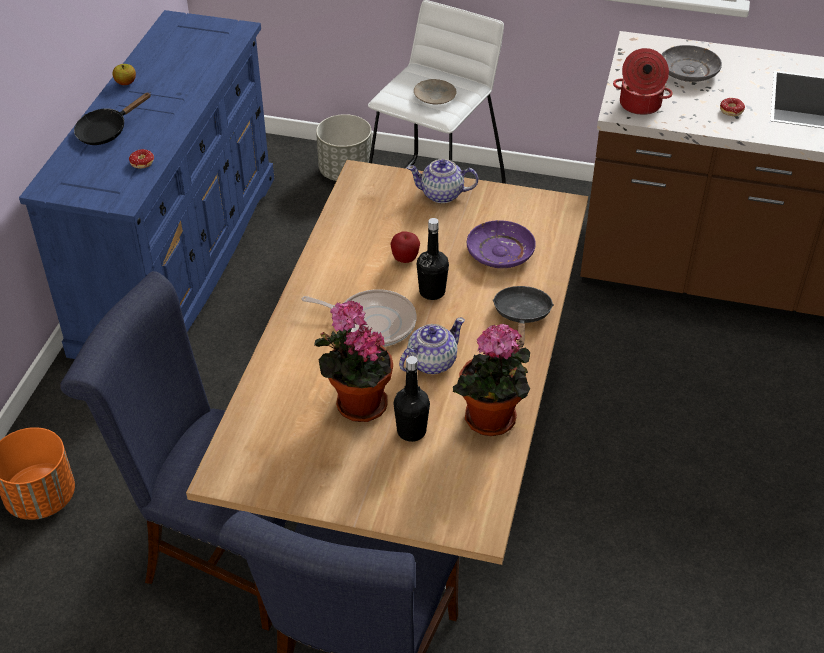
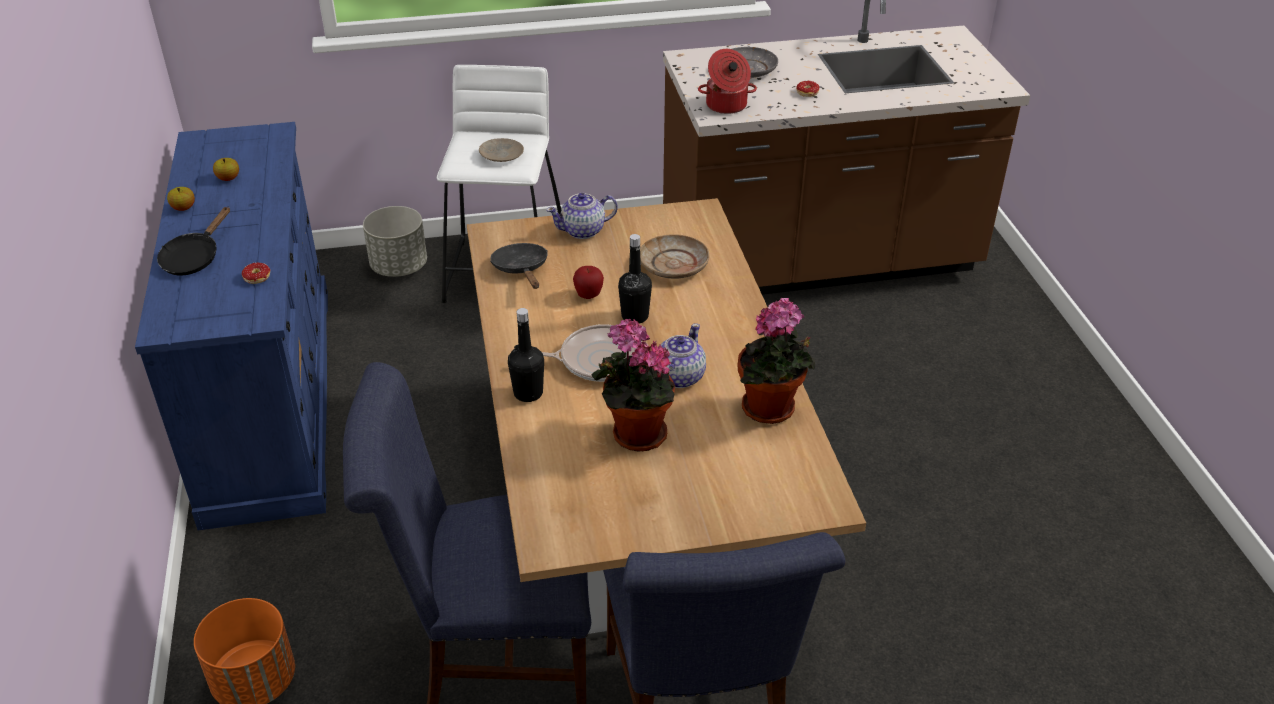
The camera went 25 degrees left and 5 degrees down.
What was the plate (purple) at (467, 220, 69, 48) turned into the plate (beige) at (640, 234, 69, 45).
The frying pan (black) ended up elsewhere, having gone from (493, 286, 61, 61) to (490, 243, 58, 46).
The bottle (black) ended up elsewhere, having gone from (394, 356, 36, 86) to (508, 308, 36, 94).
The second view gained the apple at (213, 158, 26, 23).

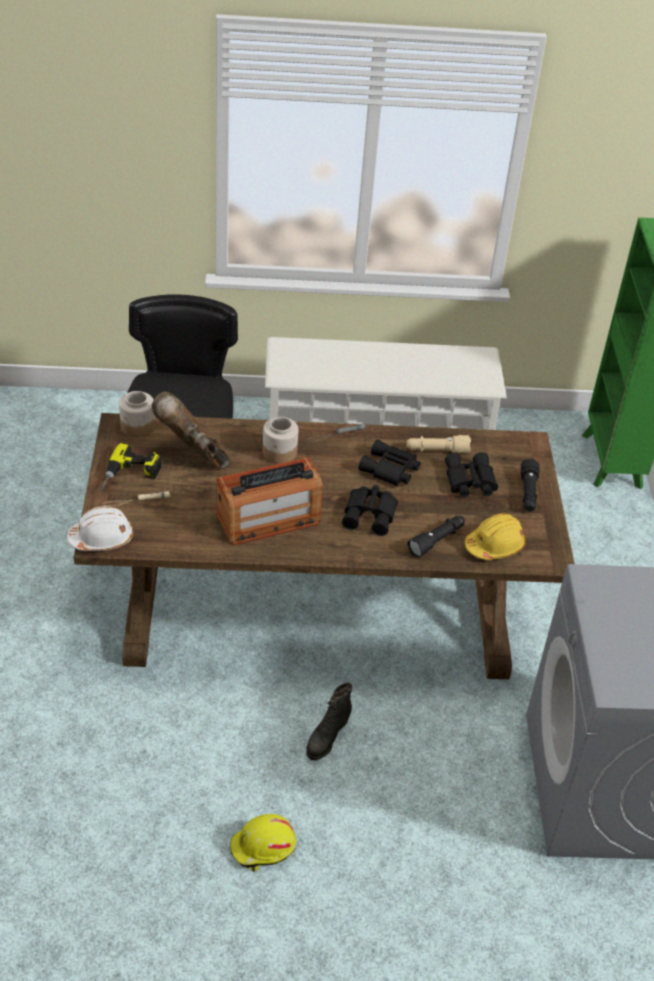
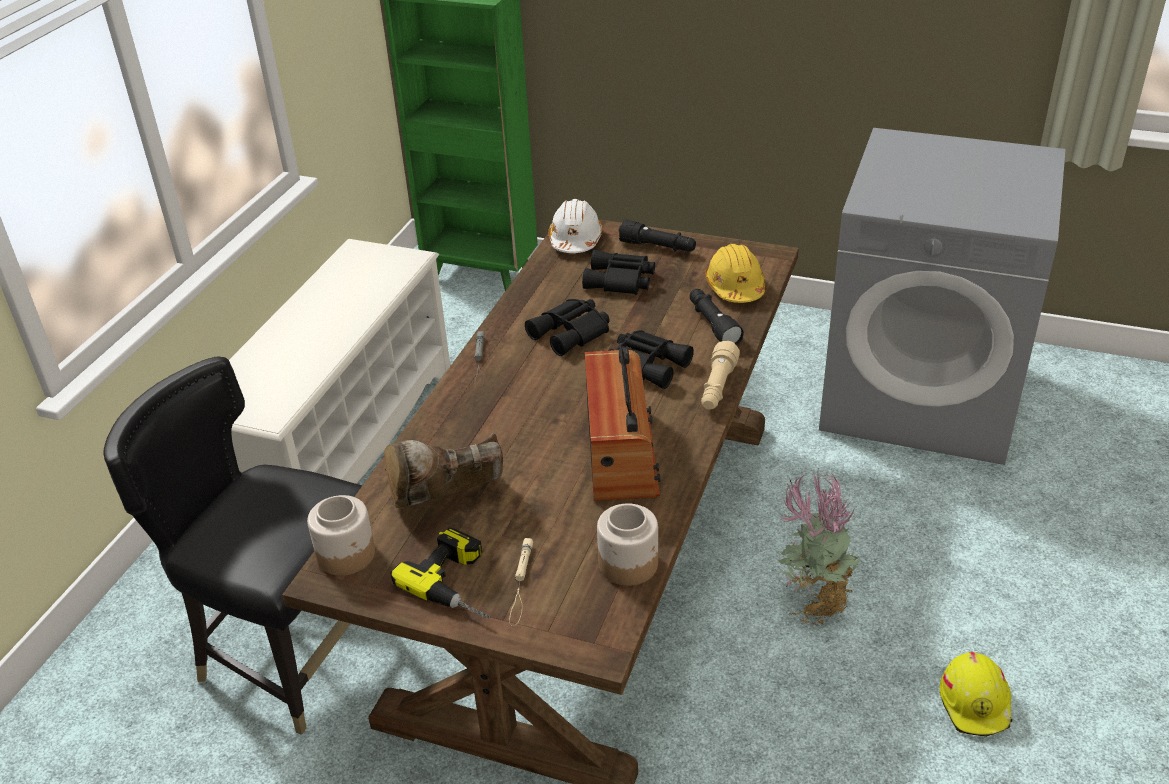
The camera went 65 degrees left and 5 degrees down.
The jar ended up elsewhere, having gone from (263, 417, 35, 47) to (597, 503, 61, 83).
The flashlight (beige) ended up elsewhere, having gone from (406, 435, 65, 18) to (701, 341, 39, 69).
The hard hat (white) ended up elsewhere, having gone from (67, 506, 66, 45) to (548, 199, 54, 54).
Where the boot (black) stood at (306, 682, 46, 78), the potted plant came to stand at (778, 472, 84, 153).

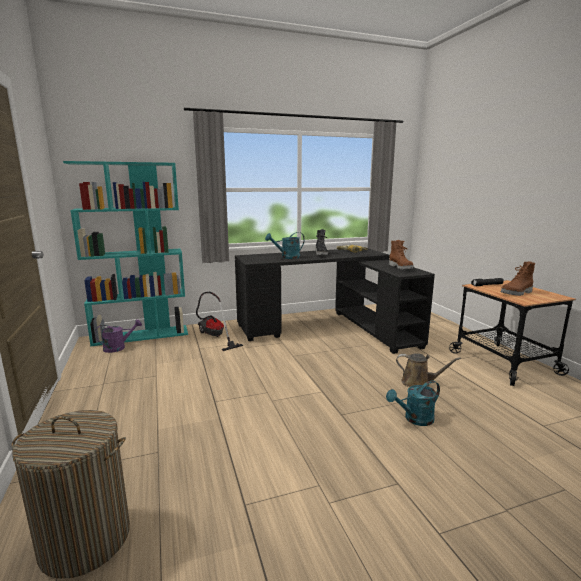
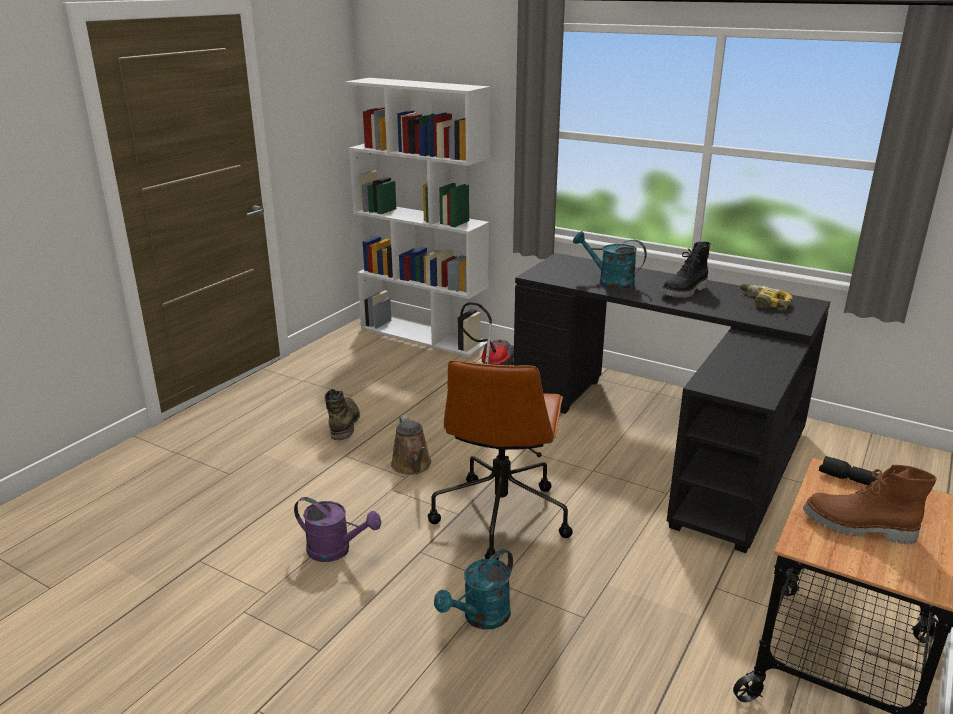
The camera went 50 degrees right and 10 degrees up.
What was the bookcase (turquoise) at (63, 161, 125, 186) turned into the bookcase (white) at (345, 78, 145, 279).
The second view lost the boot (brown) at (389, 240, 24, 29).
The watering can (purple) ended up elsewhere, having gone from (95, 319, 47, 34) to (294, 497, 87, 65).
The watering can (brown) ended up elsewhere, having gone from (396, 353, 65, 34) to (391, 415, 40, 60).
The watering can (turquoise) at (386, 380, 54, 46) ended up facing another way, 75 degrees counterclockwise from before.
The second view lost the laundry basket at (12, 410, 118, 169).
The second view gained the office chair (brown) at (428, 360, 145, 200).
The second view gained the boot (green) at (324, 389, 36, 51).

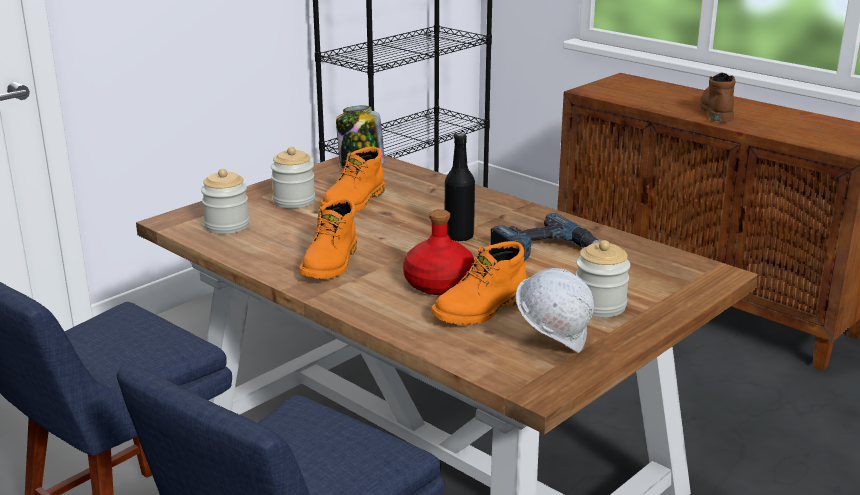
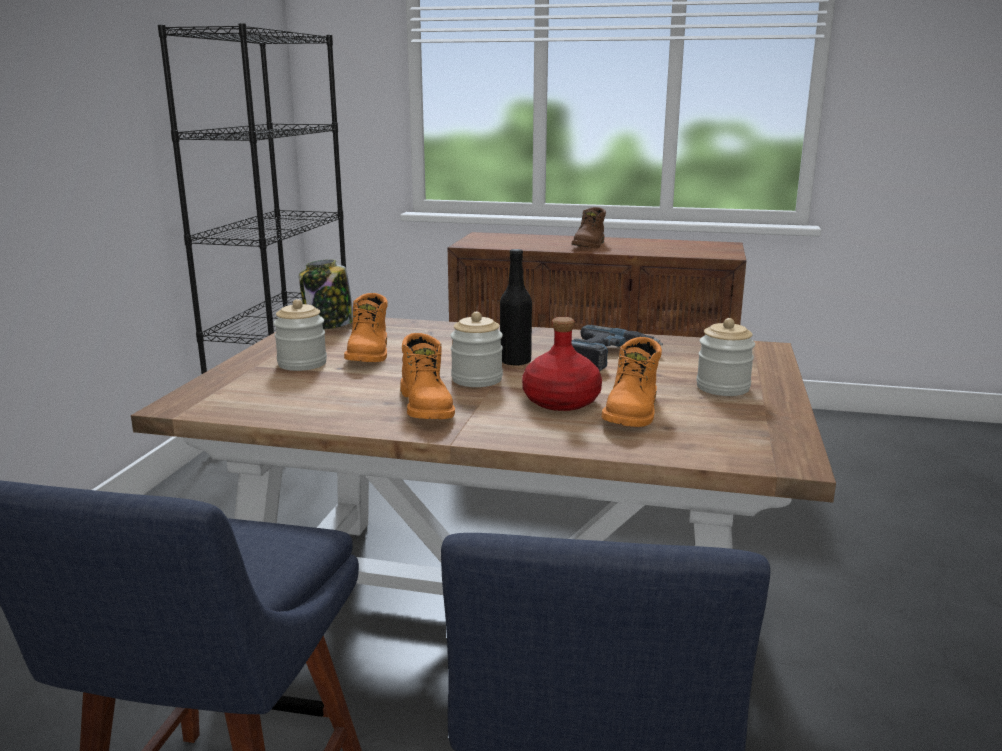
The camera went 30 degrees left and 5 degrees down.
The boot (brown) at (700, 73, 35, 49) ended up facing another way, 135 degrees counterclockwise from before.
The jar ended up elsewhere, having gone from (201, 169, 48, 65) to (450, 312, 53, 75).
The second view lost the hard hat (white) at (516, 268, 78, 85).

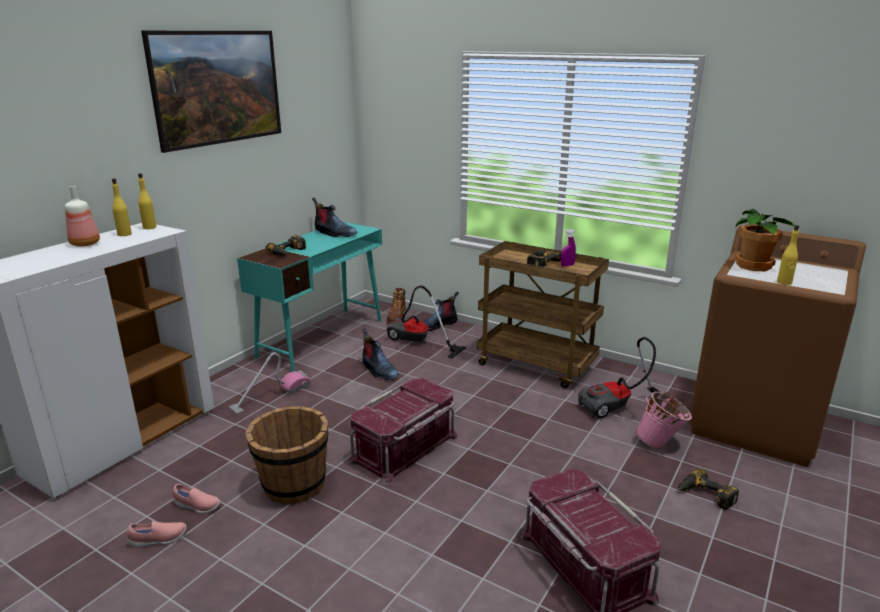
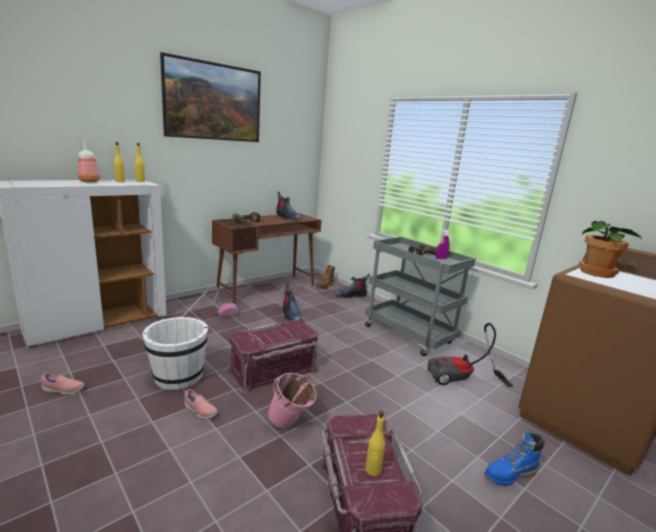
The camera went 15 degrees right and 5 degrees down.
What was the desk (turquoise) at (237, 222, 145, 150) turned into the desk (brown) at (212, 213, 110, 90).
The bottle (yellow) ended up elsewhere, having gone from (777, 225, 22, 60) to (365, 410, 20, 66).
What was the cart (brown) at (477, 241, 132, 147) turned into the cart (grey) at (365, 237, 111, 119).
The second view lost the vacuum cleaner at (386, 285, 80, 74).
The bucket (pink) ended up elsewhere, having gone from (635, 391, 57, 58) to (267, 373, 50, 56).
What was the bucket (brown) at (245, 406, 84, 98) turned into the bucket (white) at (142, 317, 66, 73).
Where the power drill stood at (678, 468, 61, 42), the boot (blue) came to stand at (484, 433, 61, 53).
The shoe (pink) ended up elsewhere, having gone from (172, 484, 49, 29) to (184, 389, 34, 30).

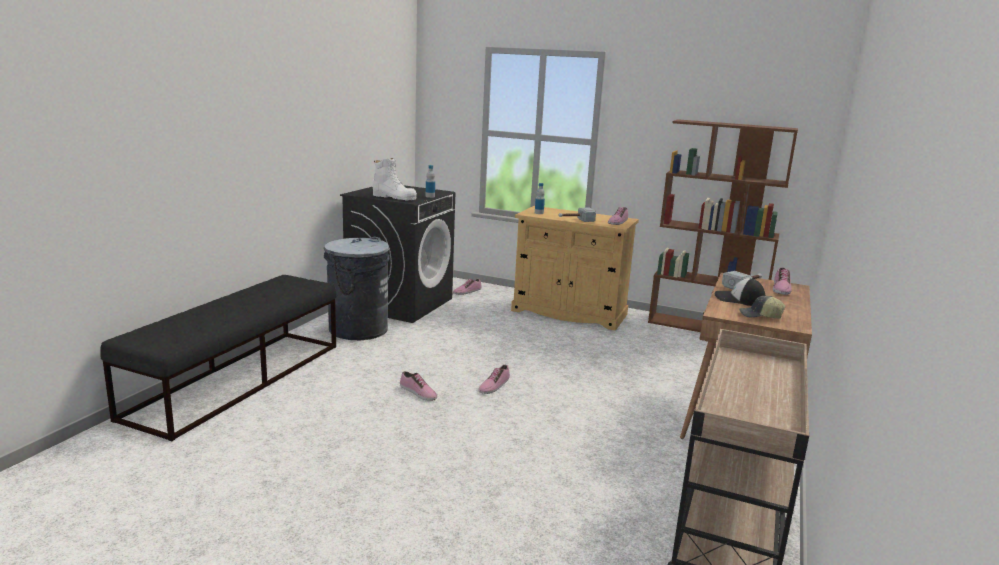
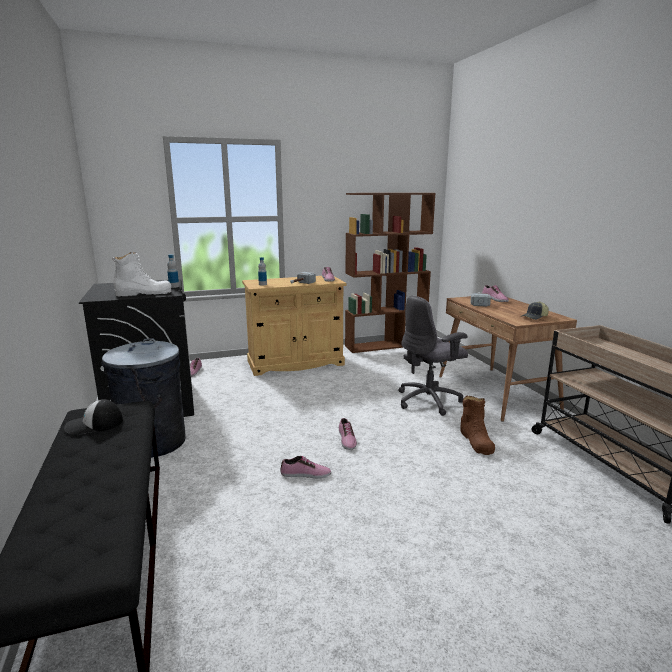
The camera went 40 degrees left and 0 degrees up.
The cap ended up elsewhere, having gone from (715, 278, 50, 28) to (64, 399, 59, 36).
The second view gained the office chair (grey) at (398, 296, 70, 120).
The second view gained the boot (brown) at (460, 396, 35, 59).

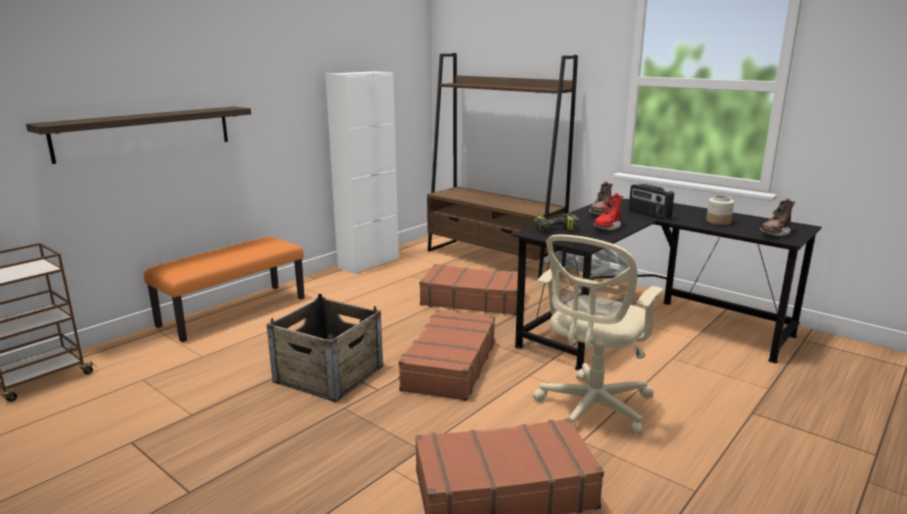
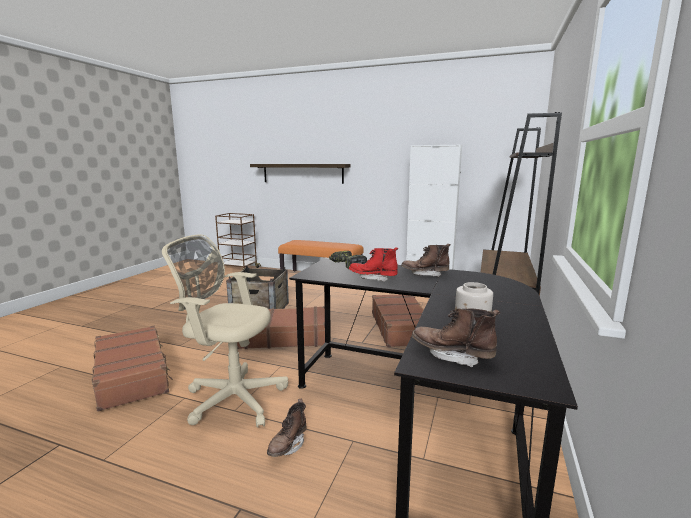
The camera went 70 degrees right and 5 degrees down.
The second view lost the radio at (629, 184, 45, 36).
The second view gained the boot (brown) at (267, 399, 40, 58).

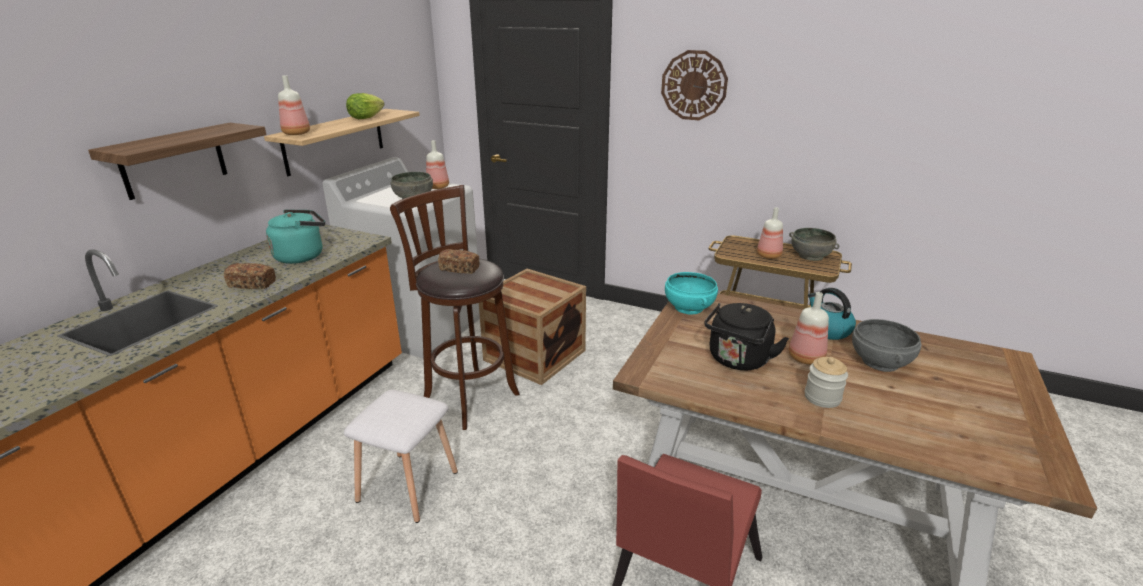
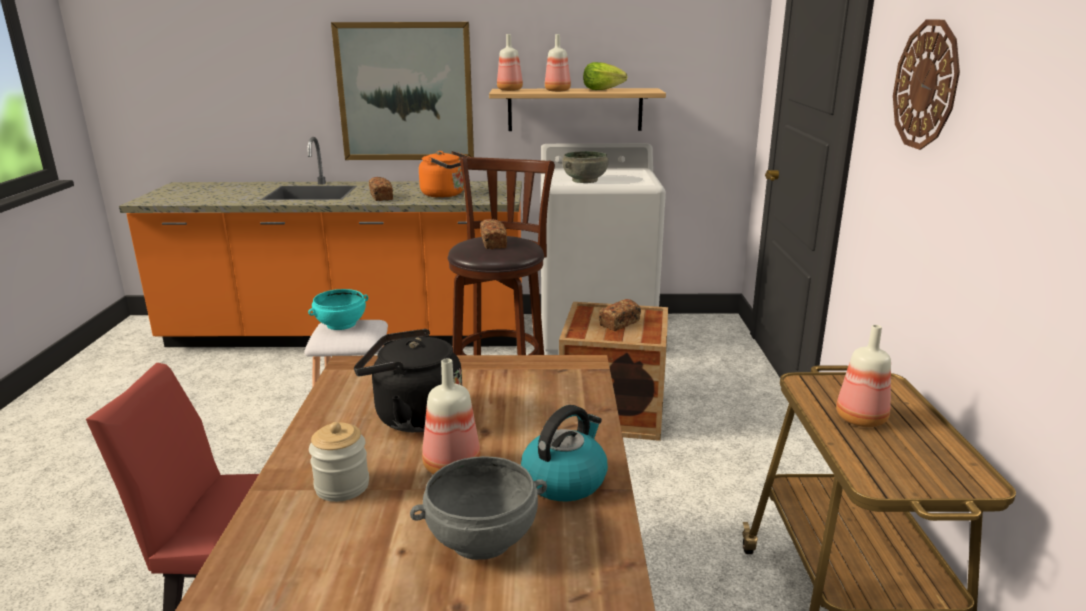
The camera went 65 degrees right and 5 degrees down.
Where the shelf hung at (88, 123, 178, 77), the picture came to hang at (331, 22, 143, 138).
The bottle ended up elsewhere, having gone from (426, 140, 23, 49) to (545, 34, 26, 58).
What was the kettle (turquoise) at (266, 209, 59, 55) turned into the kettle (orange) at (419, 151, 50, 47).
The second view lost the bowl (grey) at (789, 228, 50, 33).
The bowl (turquoise) ended up elsewhere, having gone from (665, 272, 53, 42) to (308, 289, 60, 41).
The second view gained the bread at (599, 299, 42, 32).

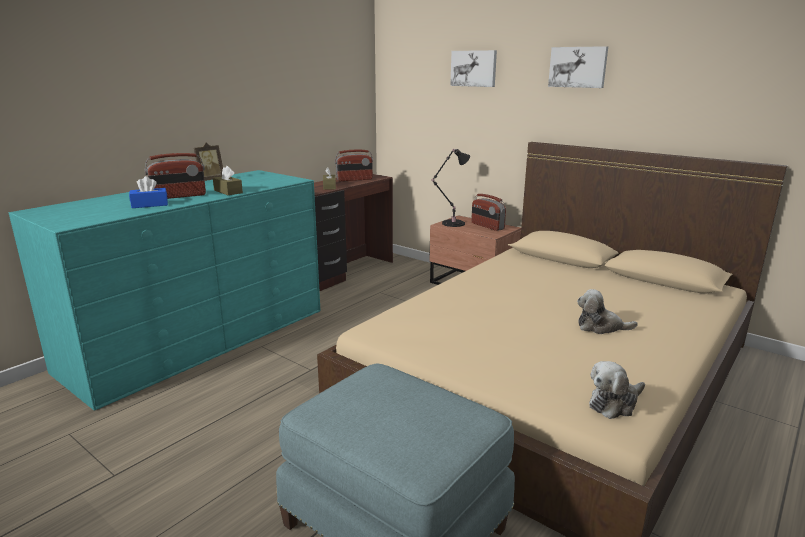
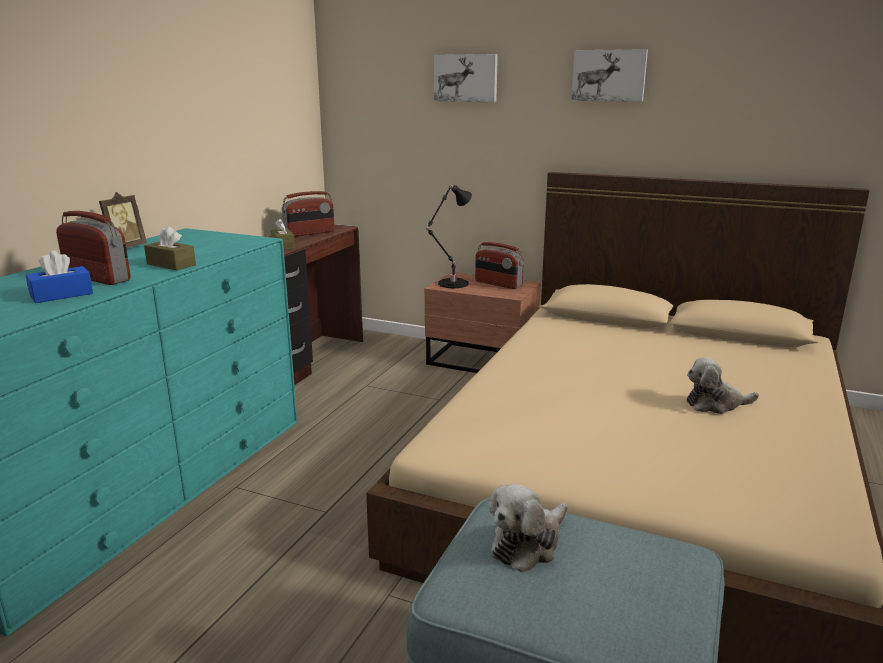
The camera went 15 degrees left and 0 degrees up.
The radio at (145, 153, 61, 46) ended up facing another way, 105 degrees counterclockwise from before.
The plush toy ended up elsewhere, having gone from (589, 361, 56, 58) to (489, 484, 79, 89).

